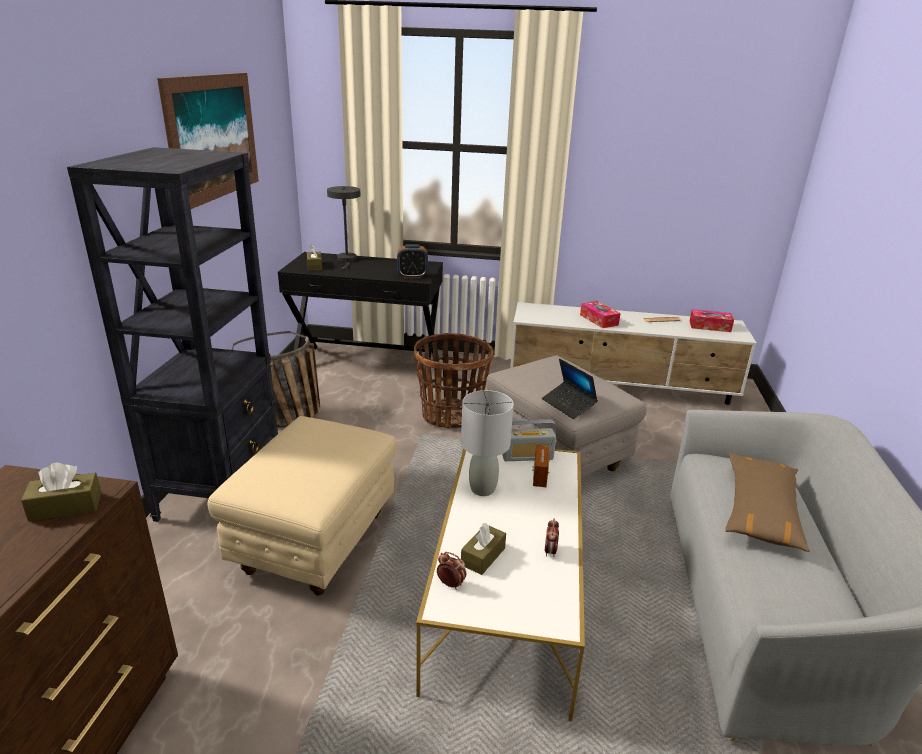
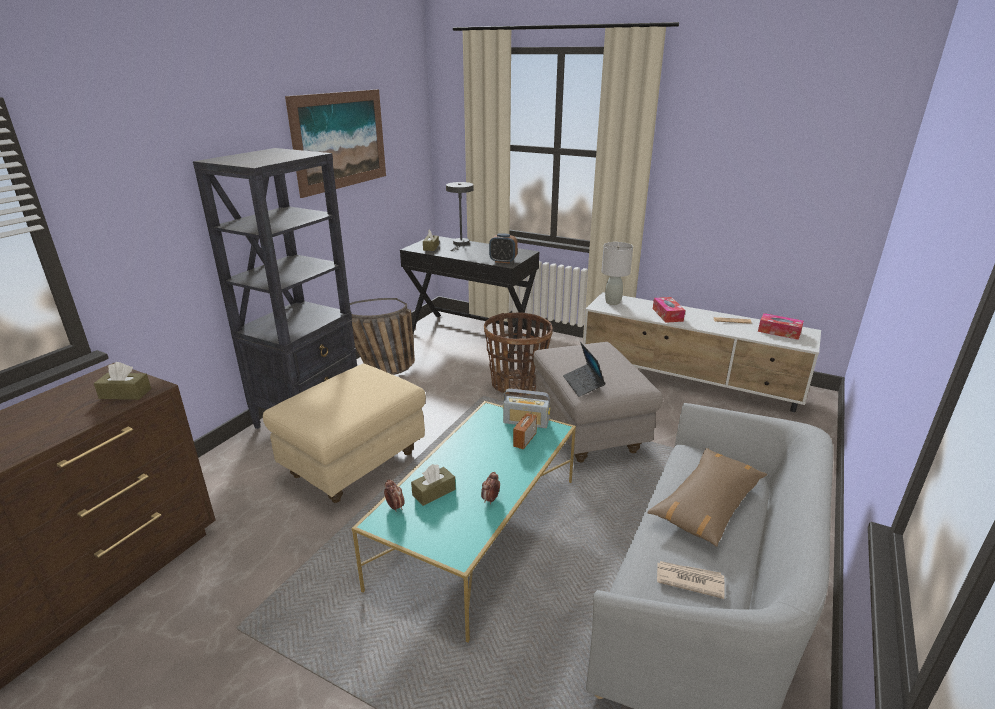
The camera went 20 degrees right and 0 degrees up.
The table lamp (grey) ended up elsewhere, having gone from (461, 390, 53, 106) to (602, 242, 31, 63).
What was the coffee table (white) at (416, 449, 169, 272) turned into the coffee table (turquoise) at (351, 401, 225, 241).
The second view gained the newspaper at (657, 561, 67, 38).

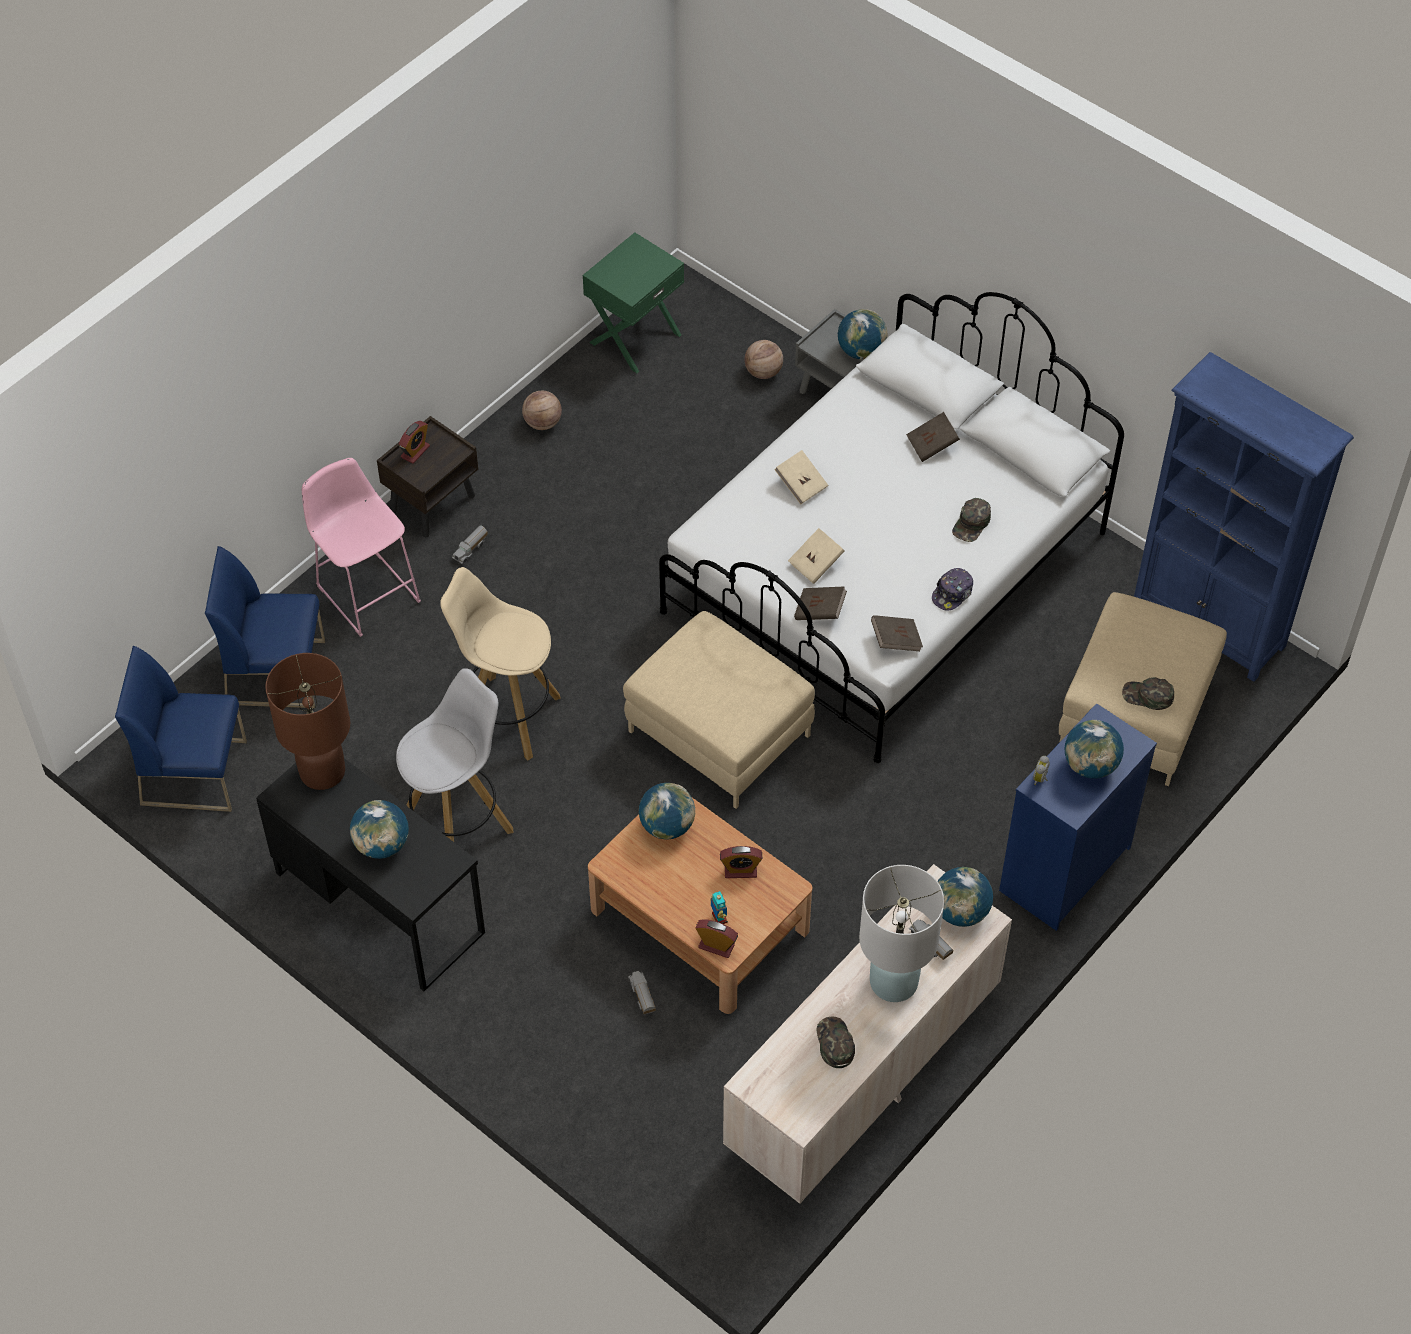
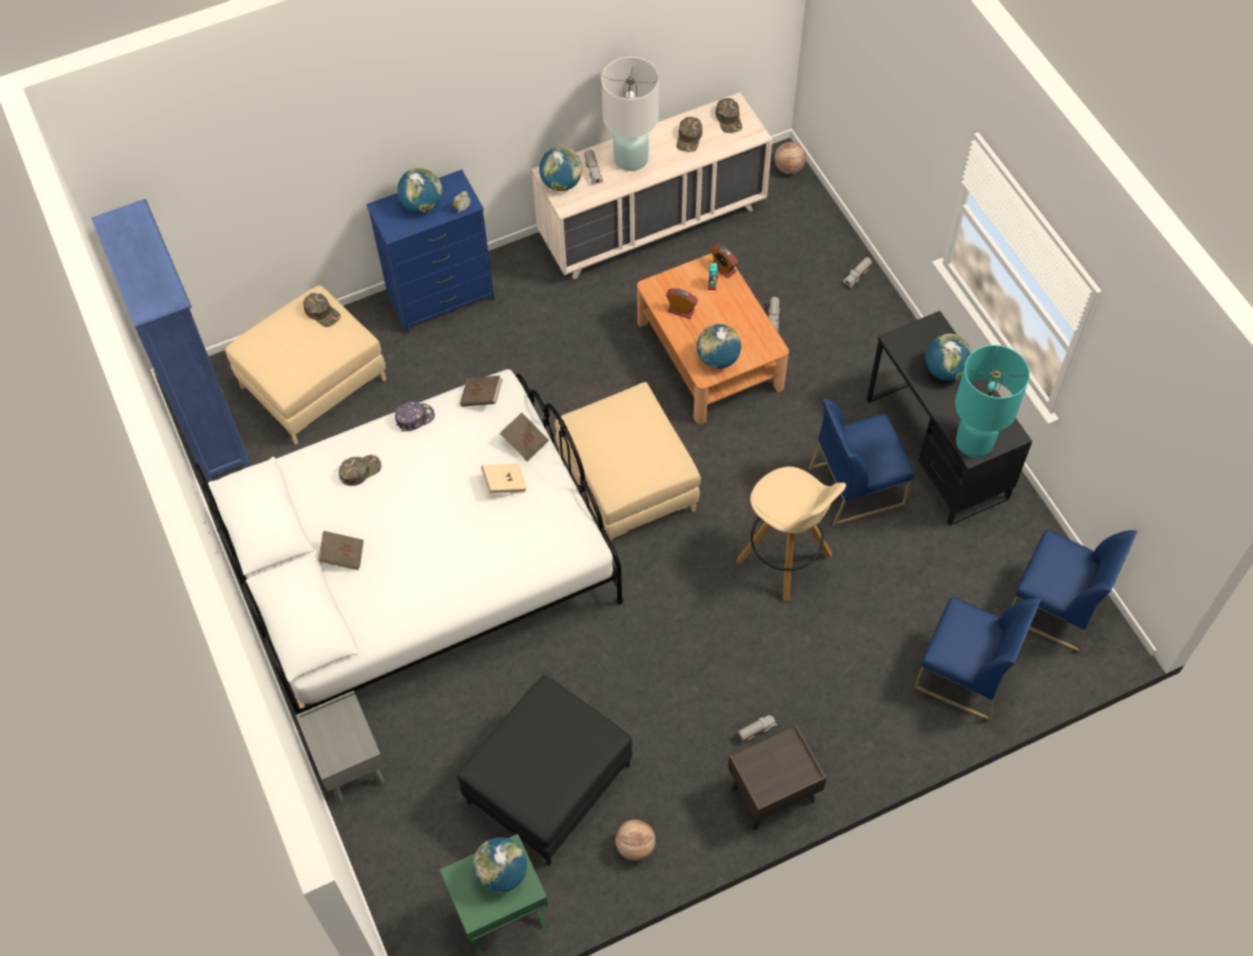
The camera went 155 degrees left and 5 degrees up.
The globe ended up elsewhere, having gone from (838, 309, 50, 51) to (473, 837, 54, 56).
The basketball ended up elsewhere, having gone from (745, 340, 38, 39) to (774, 142, 32, 32).
The second view lost the alarm clock at (399, 421, 31, 43).
The second view lost the book (beige) at (774, 450, 54, 55).
The second view lost the stool (pink) at (302, 458, 119, 179).
What was the table lamp (brown) at (265, 653, 85, 137) turned into the table lamp (turquoise) at (955, 345, 75, 113).
Where the stool (white) stood at (396, 668, 118, 174), the chair (blue) came to stand at (809, 398, 105, 128).
The second view gained the cap (green) at (715, 98, 27, 35).
The second view gained the toy truck at (843, 257, 29, 31).
The second view gained the ottoman (black) at (457, 675, 175, 191).

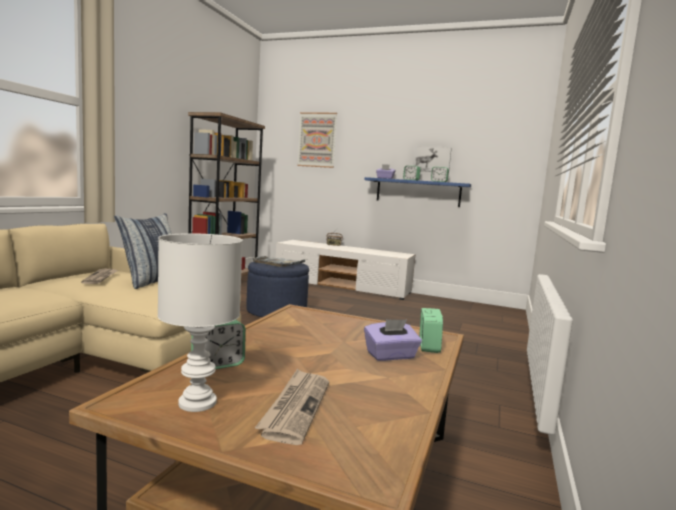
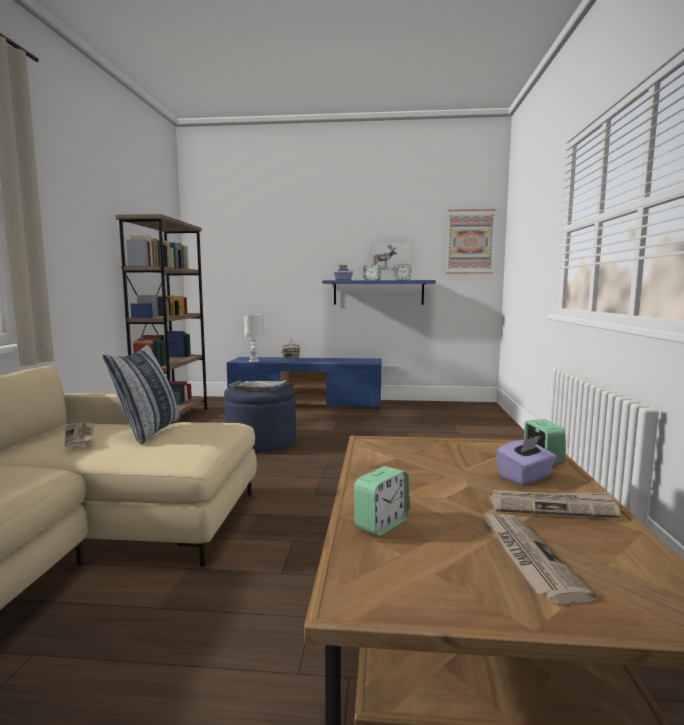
The camera went 15 degrees left and 0 degrees up.
The picture ended up elsewhere, having gone from (297, 112, 40, 56) to (446, 209, 50, 65).
The table lamp (white) ended up elsewhere, having gone from (158, 233, 85, 179) to (242, 315, 22, 47).
What was the tv stand (white) at (276, 240, 139, 60) turned into the tv stand (blue) at (227, 357, 155, 52).
The second view gained the newspaper at (490, 490, 130, 28).

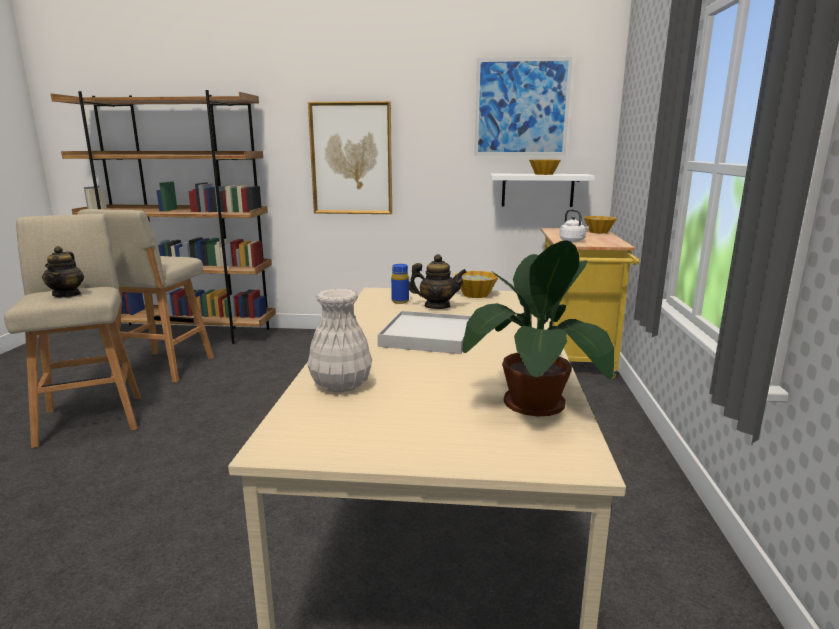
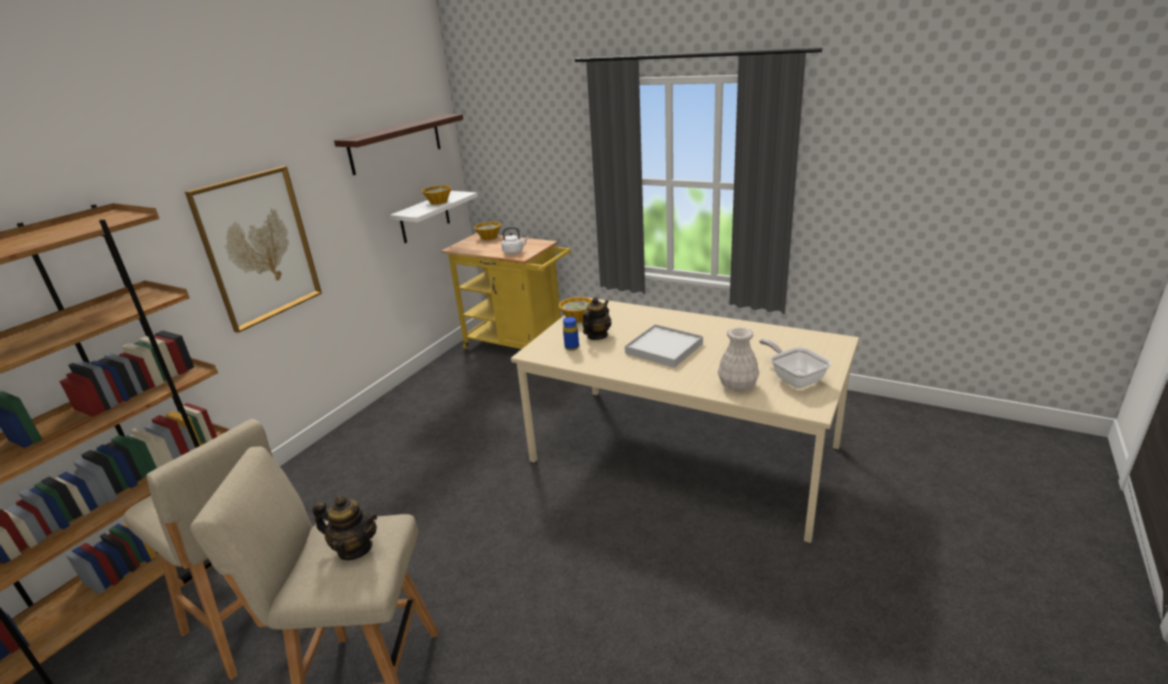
The camera went 65 degrees left and 10 degrees up.
Where the picture hung at (474, 57, 99, 99), the shelf came to hang at (334, 114, 129, 61).
The second view lost the potted plant at (462, 240, 152, 176).
The second view gained the frying pan at (759, 339, 72, 49).

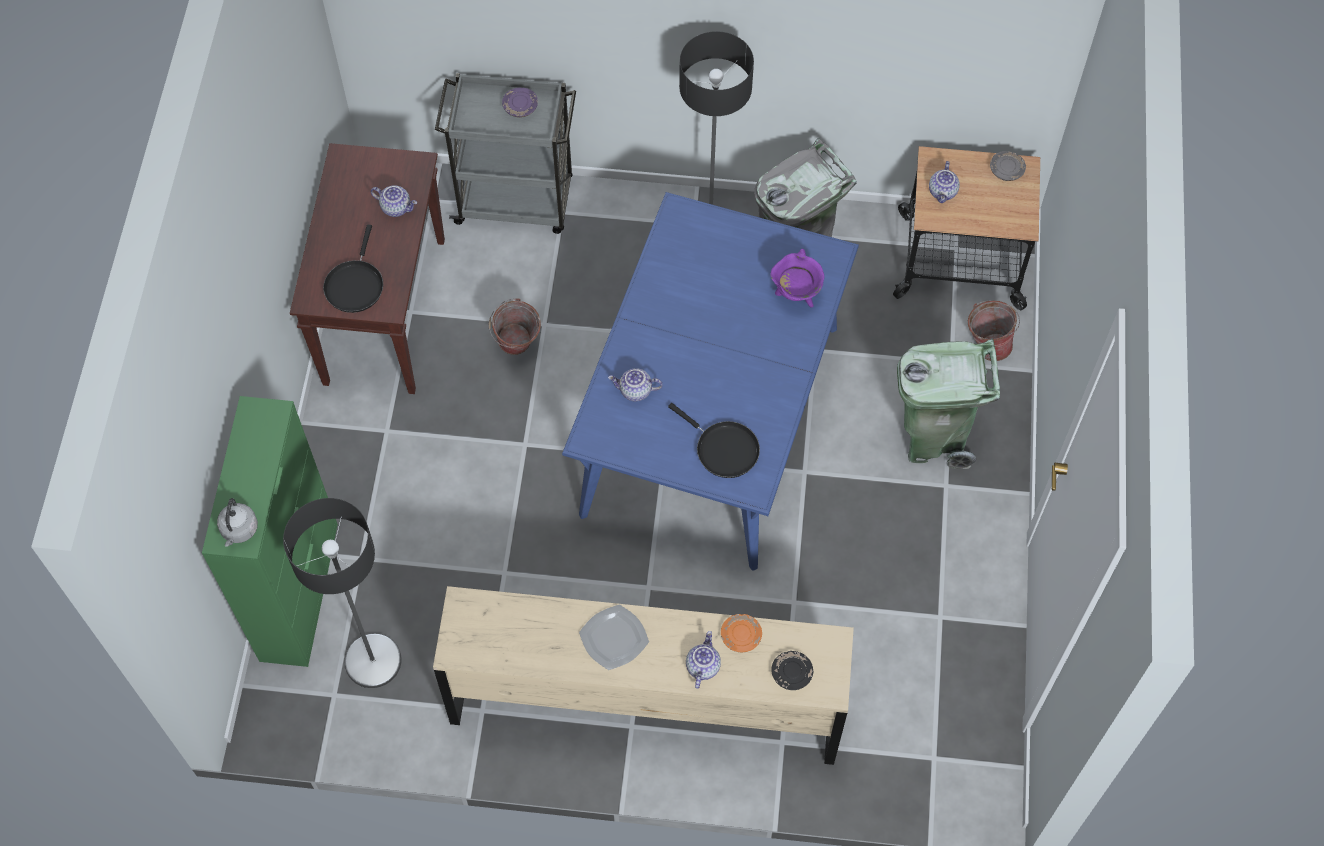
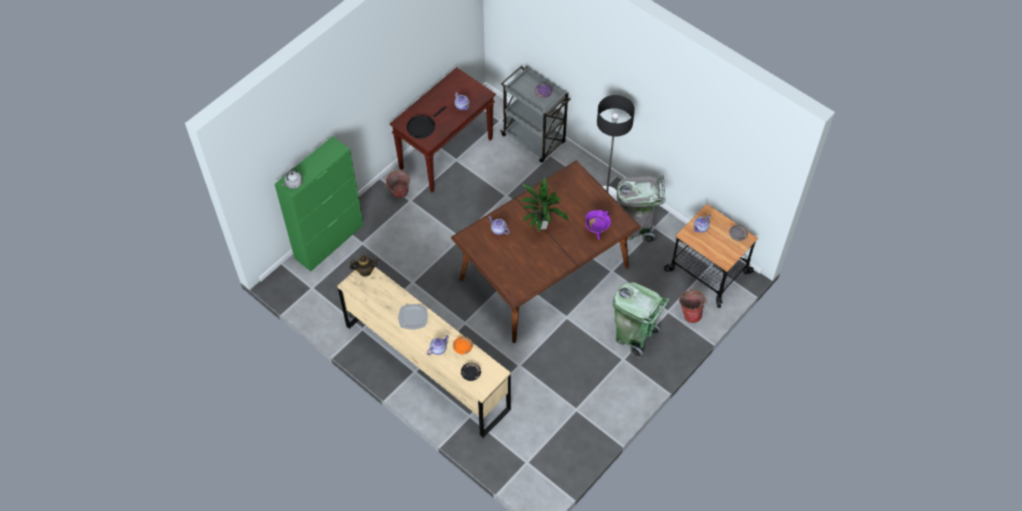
The camera went 35 degrees right and 5 degrees down.
What was the dining table (blue) at (562, 192, 297, 379) turned into the dining table (brown) at (451, 160, 190, 183).
The bucket ended up elsewhere, having gone from (489, 298, 52, 57) to (385, 170, 25, 28).
The second view lost the frying pan (black) at (668, 403, 92, 75).
The second view lost the floor lamp at (283, 498, 119, 190).
The second view gained the potted plant at (519, 177, 51, 55).
The second view gained the teapot at (350, 256, 28, 21).

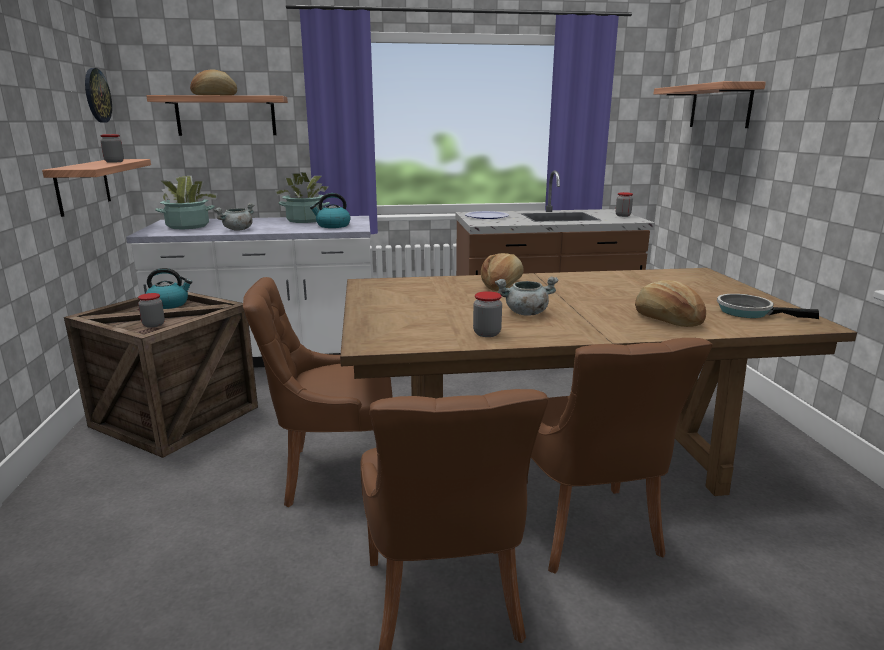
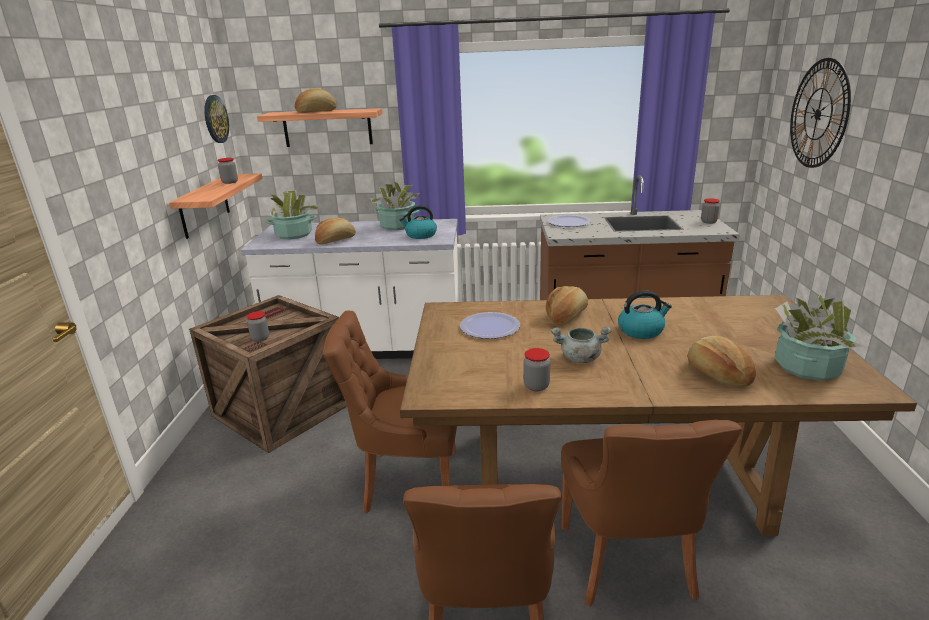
The camera went 10 degrees right and 5 degrees up.
Where the shelf hung at (654, 81, 112, 47), the wall clock came to hang at (790, 58, 61, 110).
Where the cooking pot (grey) stood at (214, 203, 40, 28), the bread came to stand at (315, 217, 41, 28).
The kettle ended up elsewhere, having gone from (146, 268, 46, 41) to (618, 291, 54, 48).
Where the frying pan stood at (717, 294, 102, 25), the potted plant came to stand at (774, 294, 88, 87).
The second view gained the plate at (460, 312, 60, 27).

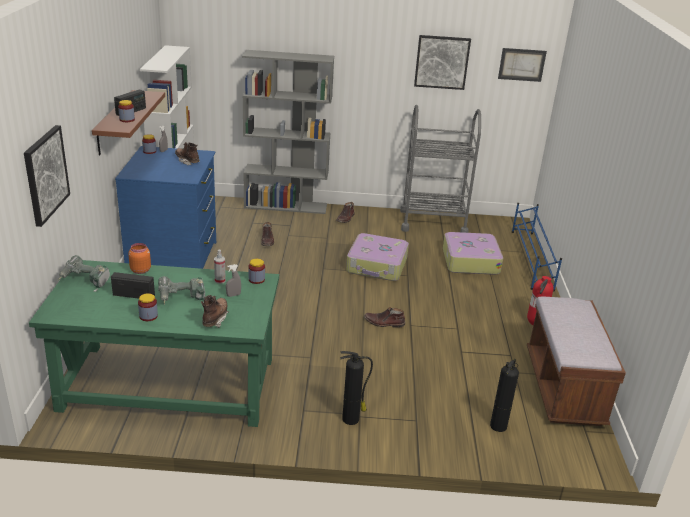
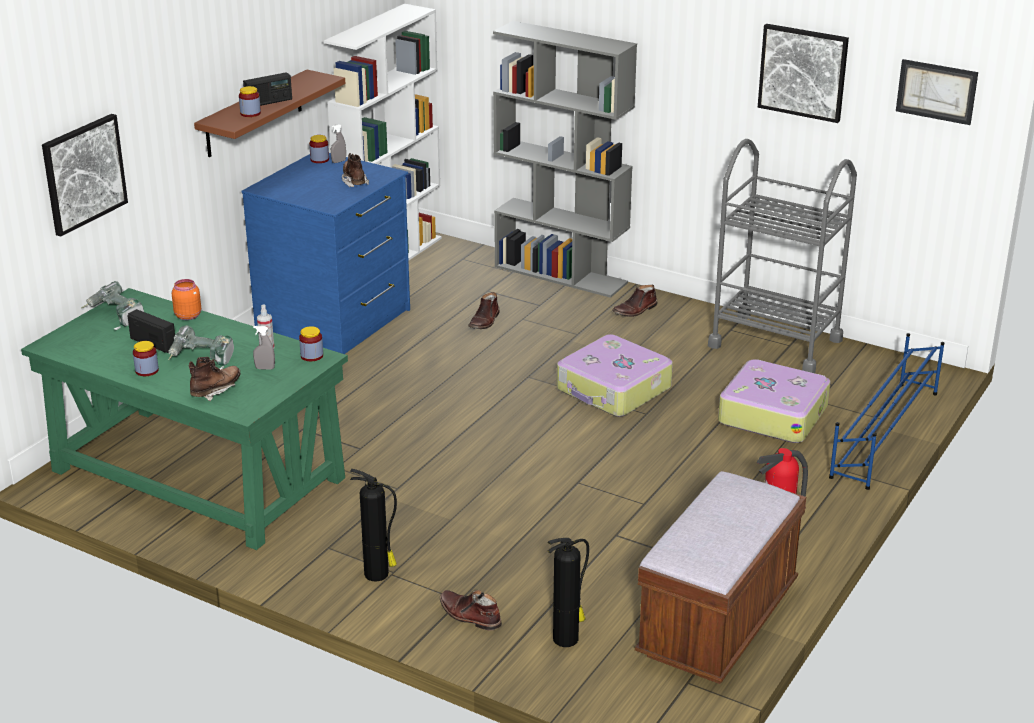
The camera went 30 degrees right and 0 degrees up.
The boot (brown) ended up elsewhere, having gone from (364, 307, 41, 21) to (440, 590, 62, 40).

